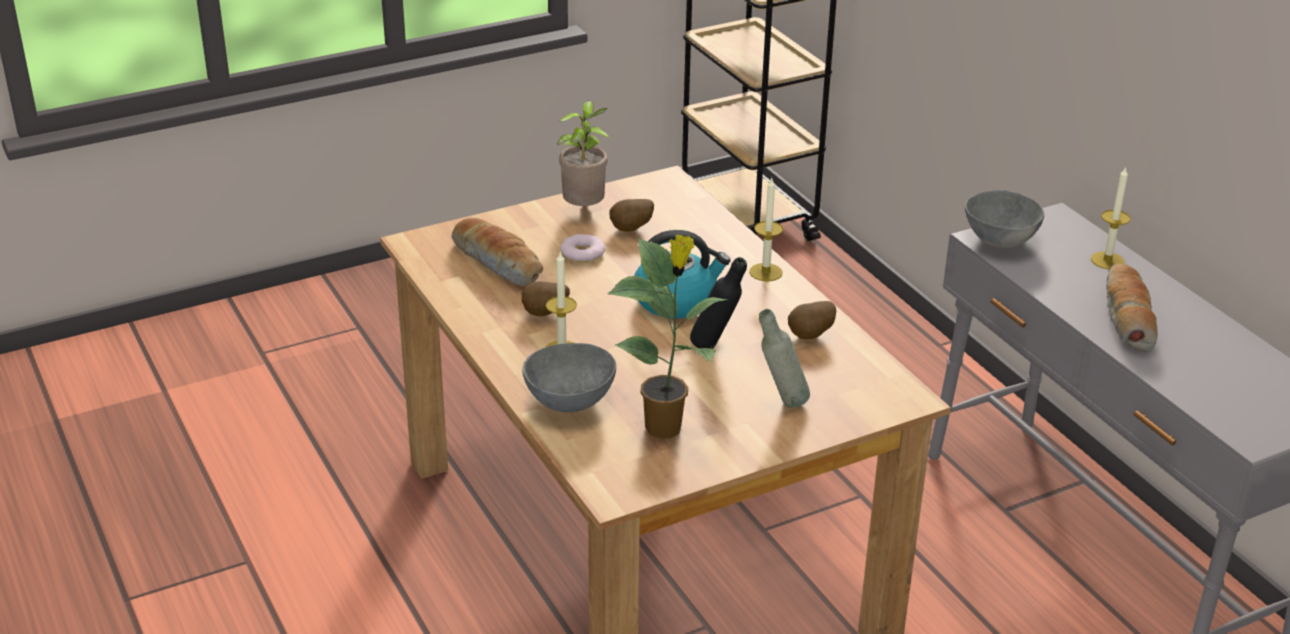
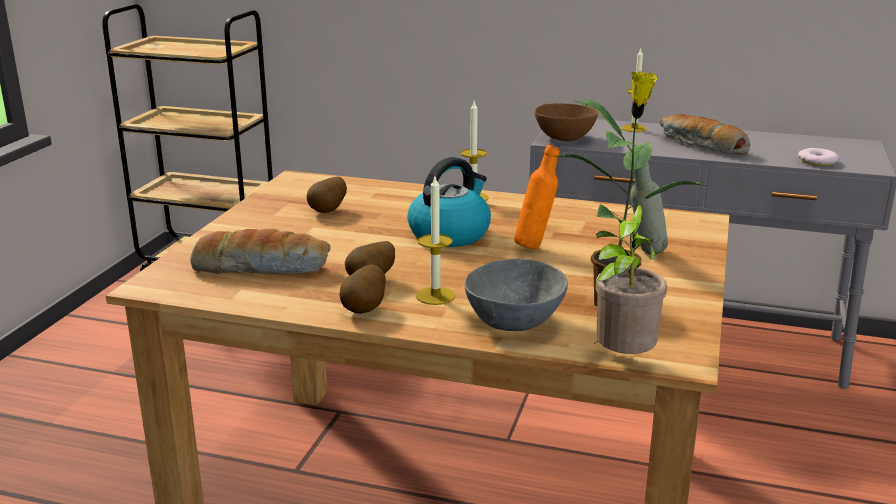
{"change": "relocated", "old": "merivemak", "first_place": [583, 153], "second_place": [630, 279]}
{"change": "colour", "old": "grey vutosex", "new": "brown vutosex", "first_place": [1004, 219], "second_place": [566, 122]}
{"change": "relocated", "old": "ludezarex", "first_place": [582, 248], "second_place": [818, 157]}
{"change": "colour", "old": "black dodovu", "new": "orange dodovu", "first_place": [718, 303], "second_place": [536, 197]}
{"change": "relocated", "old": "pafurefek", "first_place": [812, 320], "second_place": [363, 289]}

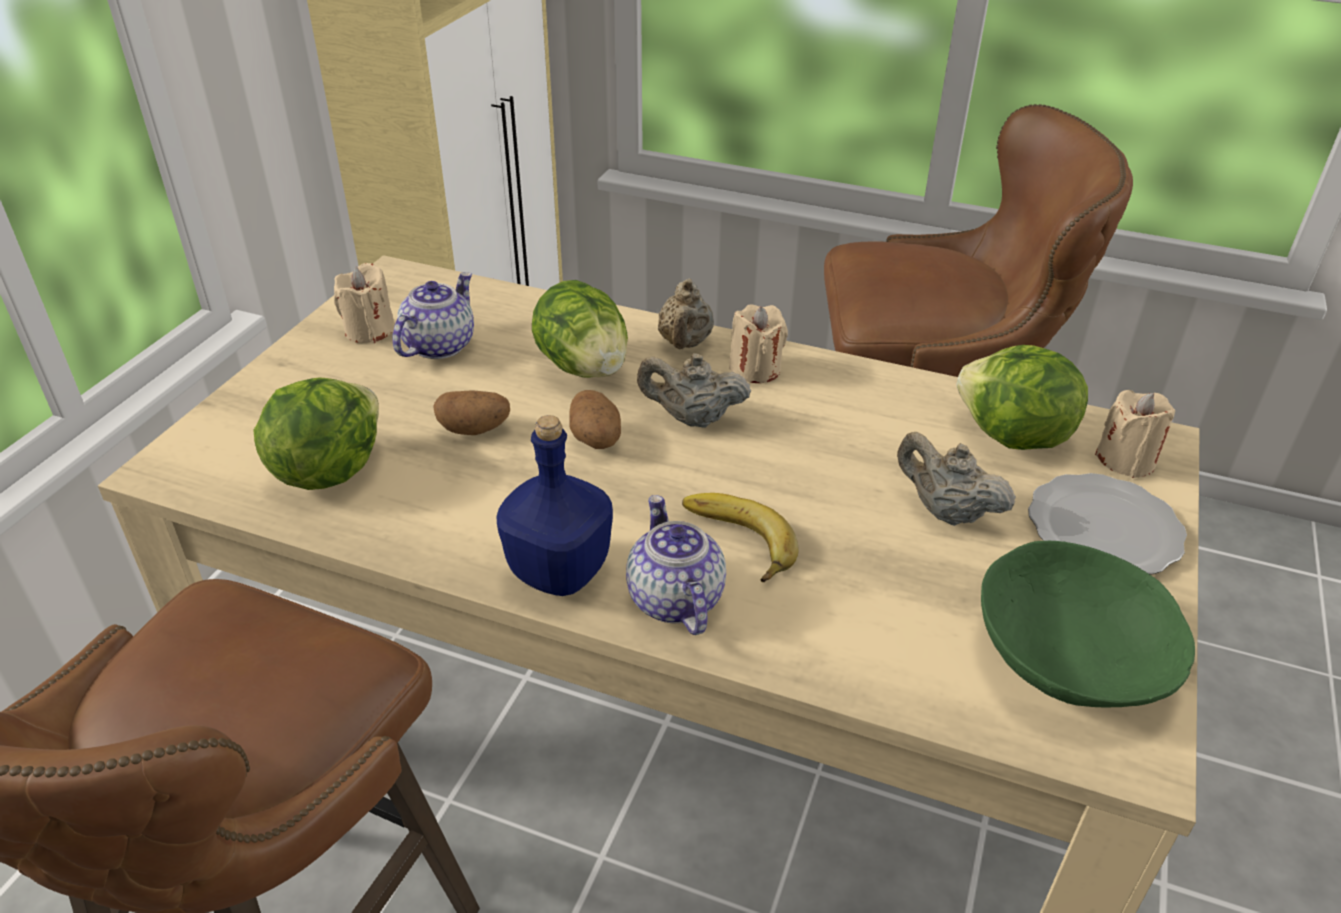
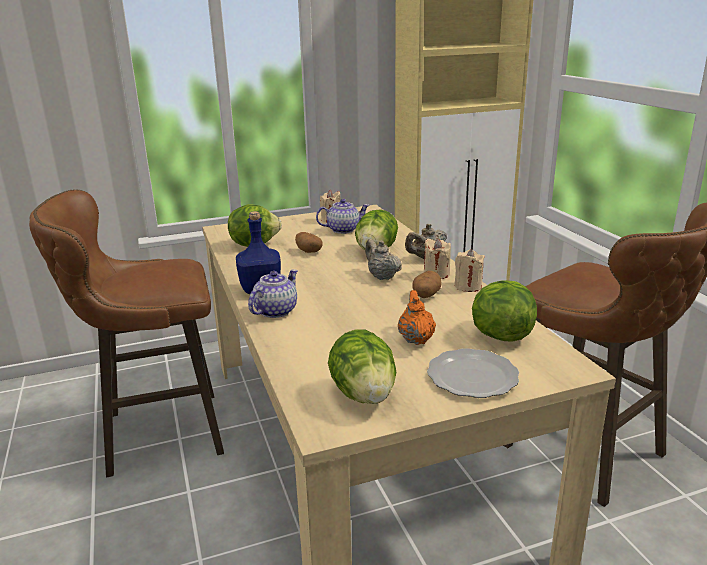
{"change": "relocated", "old": "pafurefek", "first_place": [595, 419], "second_place": [427, 284]}
{"change": "relocated", "old": "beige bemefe", "first_place": [1135, 434], "second_place": [469, 270]}
{"change": "colour", "old": "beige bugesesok", "new": "orange bugesesok", "first_place": [956, 479], "second_place": [417, 317]}
{"change": "missing", "old": "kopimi", "first_place": [740, 537]}
{"change": "exchanged", "old": "green vutosex", "new": "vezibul", "first_place": [1088, 624], "second_place": [362, 366]}

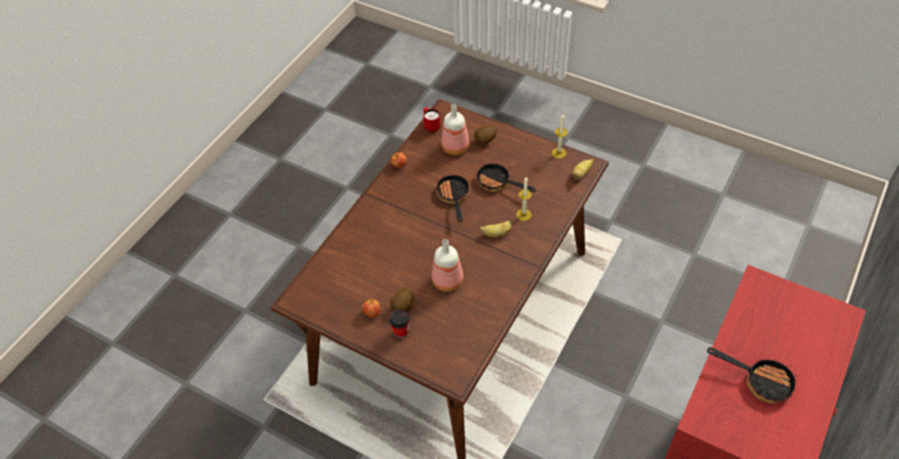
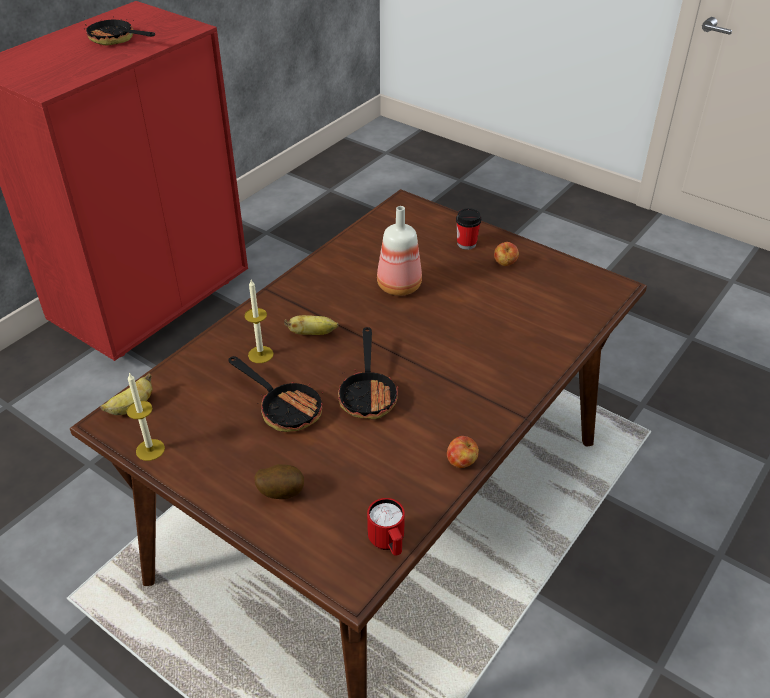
{"change": "missing", "old": "dodovu", "first_place": [455, 129]}
{"change": "missing", "old": "pafurefek", "first_place": [402, 299]}

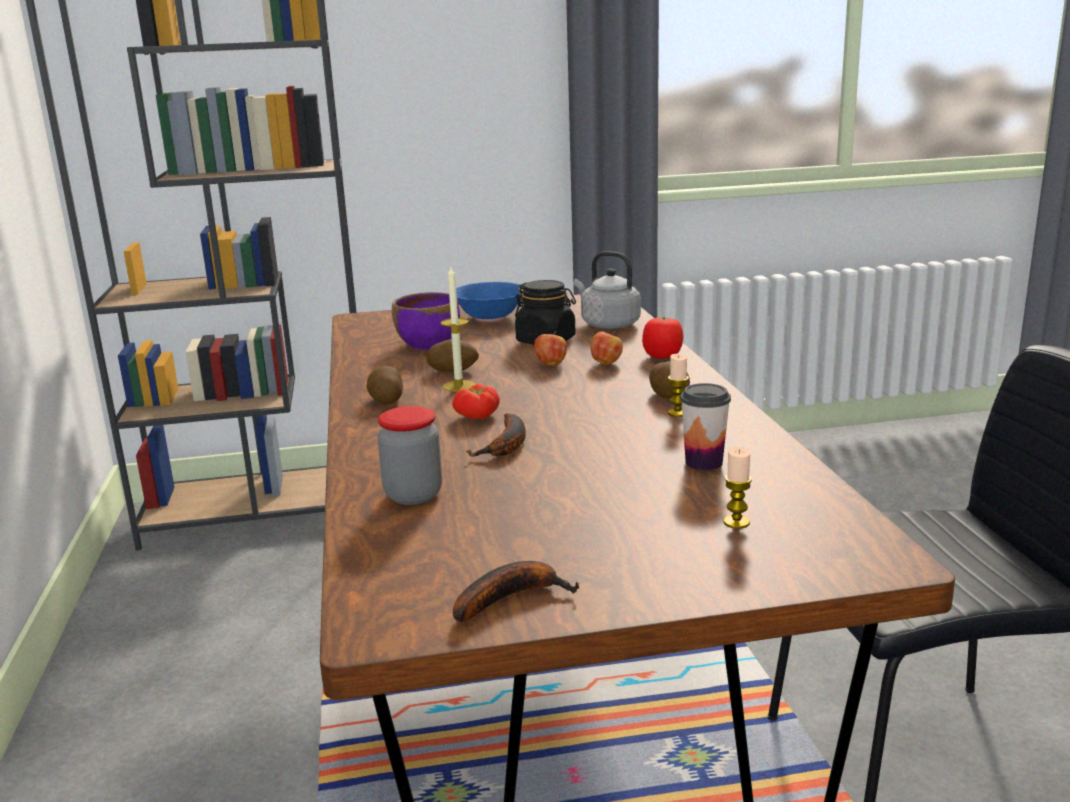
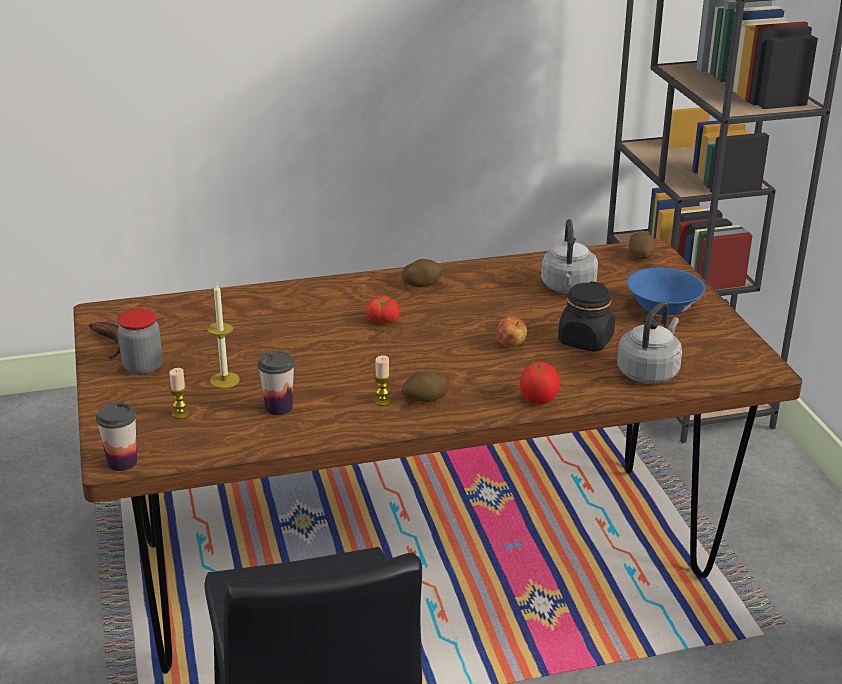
{"change": "relocated", "old": "bemefe", "first_place": [457, 329], "second_place": [224, 335]}
{"change": "exchanged", "old": "purple vutosex", "new": "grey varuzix", "first_place": [426, 321], "second_place": [569, 256]}
{"change": "missing", "old": "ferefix", "first_place": [607, 348]}
{"change": "relocated", "old": "pafurefek", "first_place": [453, 355], "second_place": [642, 246]}
{"change": "relocated", "old": "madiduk", "first_place": [409, 455], "second_place": [140, 342]}
{"change": "missing", "old": "kopimi", "first_place": [496, 435]}
{"change": "appeared", "new": "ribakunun", "second_place": [116, 436]}

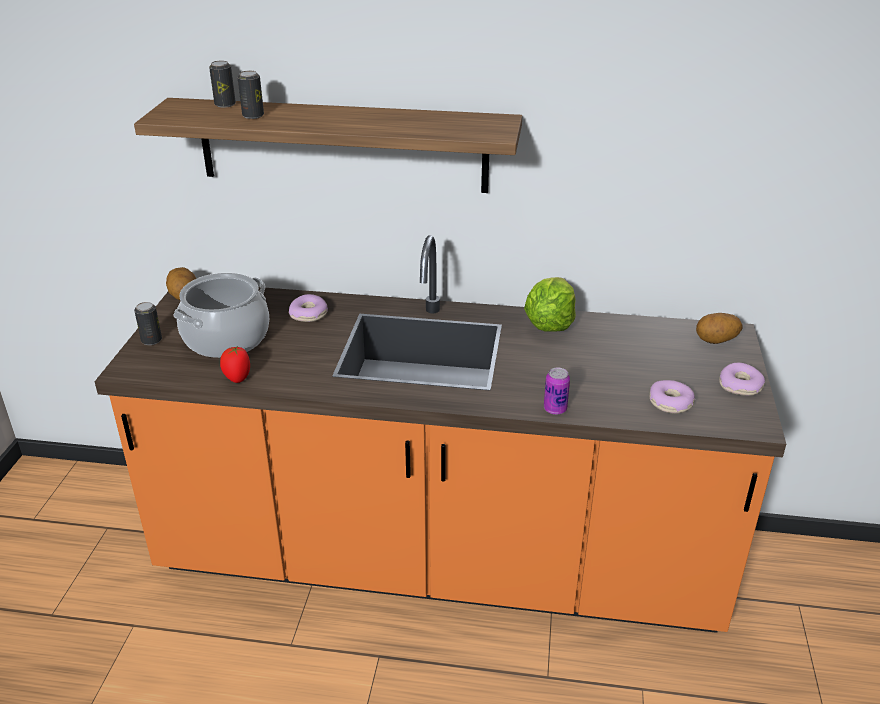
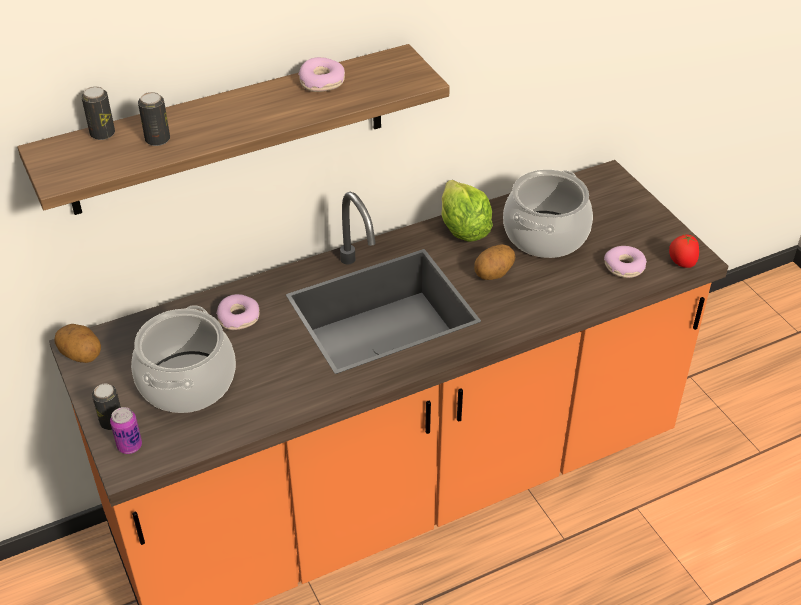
{"change": "relocated", "old": "pafurefek", "first_place": [719, 328], "second_place": [494, 262]}
{"change": "relocated", "old": "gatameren", "first_place": [235, 364], "second_place": [684, 251]}
{"change": "relocated", "old": "ludezarex", "first_place": [742, 379], "second_place": [321, 74]}
{"change": "relocated", "old": "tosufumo", "first_place": [557, 391], "second_place": [126, 430]}
{"change": "appeared", "new": "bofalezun", "second_place": [548, 213]}

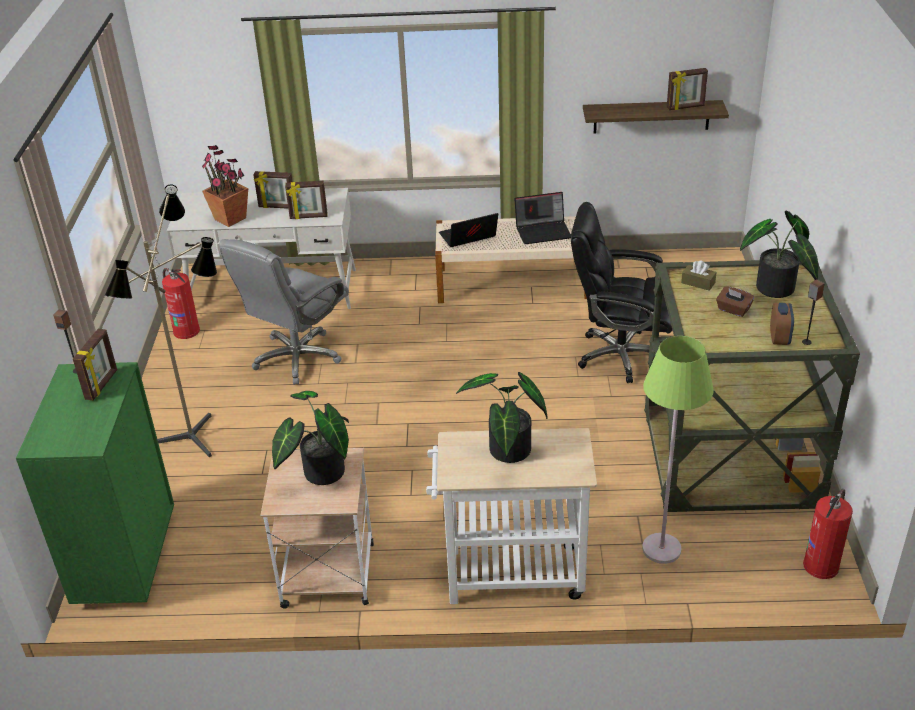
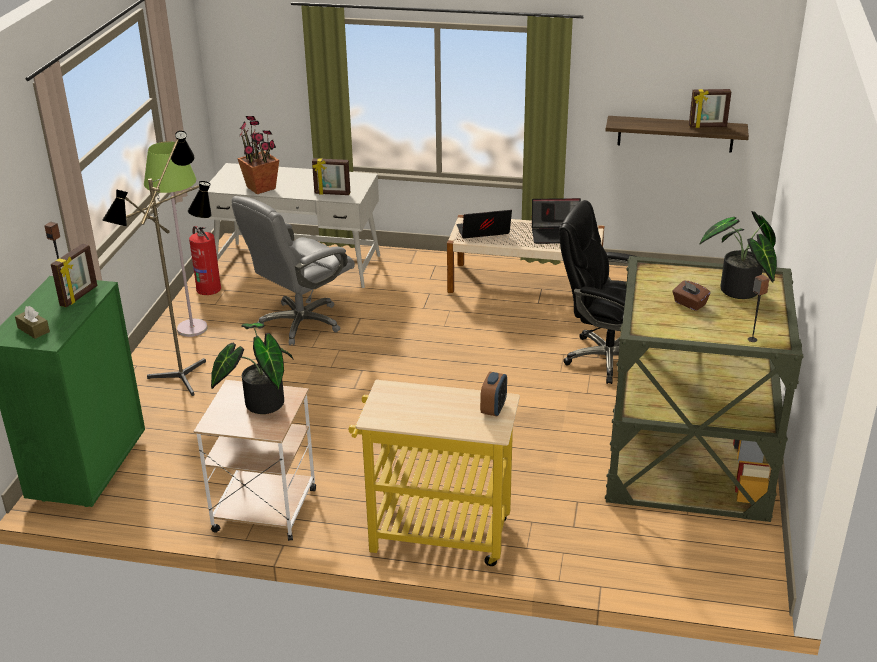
{"change": "missing", "old": "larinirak", "first_place": [272, 190]}
{"change": "relocated", "old": "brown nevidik", "first_place": [699, 276], "second_place": [32, 322]}
{"change": "relocated", "old": "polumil", "first_place": [782, 324], "second_place": [493, 394]}
{"change": "relocated", "old": "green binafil", "first_place": [678, 450], "second_place": [175, 239]}
{"change": "missing", "old": "merivemak", "first_place": [502, 417]}
{"change": "colour", "old": "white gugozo", "new": "yellow gugozo", "first_place": [511, 516], "second_place": [434, 473]}
{"change": "missing", "old": "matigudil", "first_place": [828, 534]}

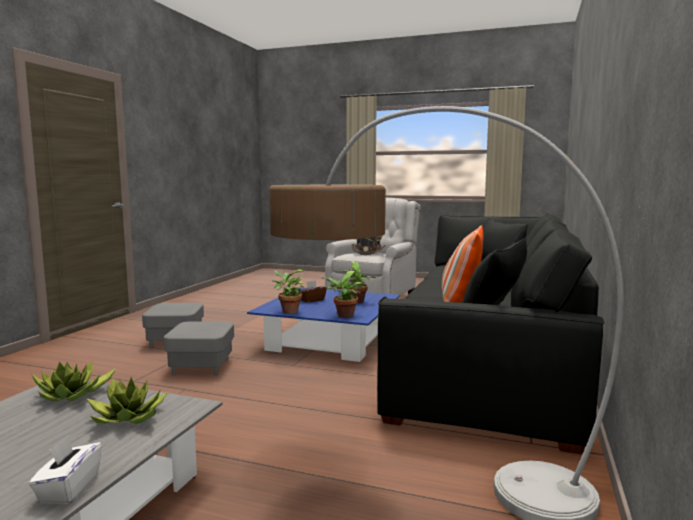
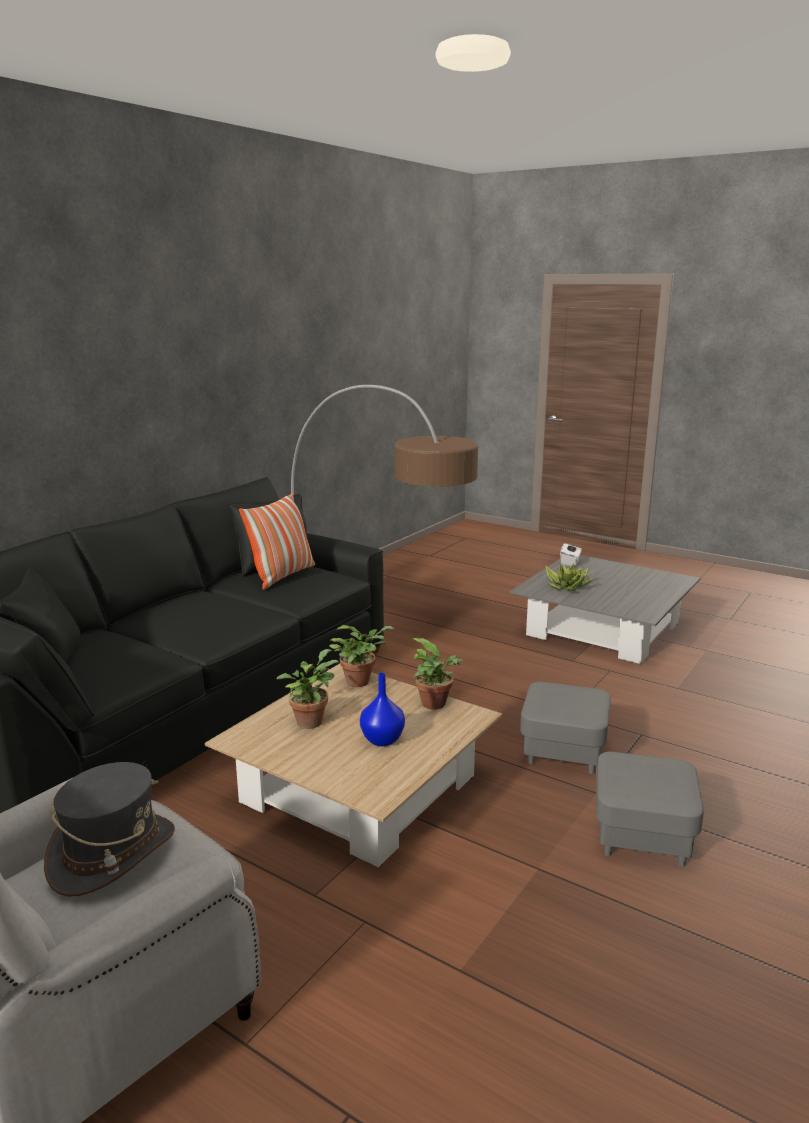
{"change": "exchanged", "old": "brown nevidik", "new": "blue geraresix", "first_place": [313, 291], "second_place": [382, 709]}
{"change": "colour", "old": "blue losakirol", "new": "beige losakirol", "first_place": [323, 324], "second_place": [353, 765]}
{"change": "missing", "old": "merivemak", "first_place": [73, 381]}

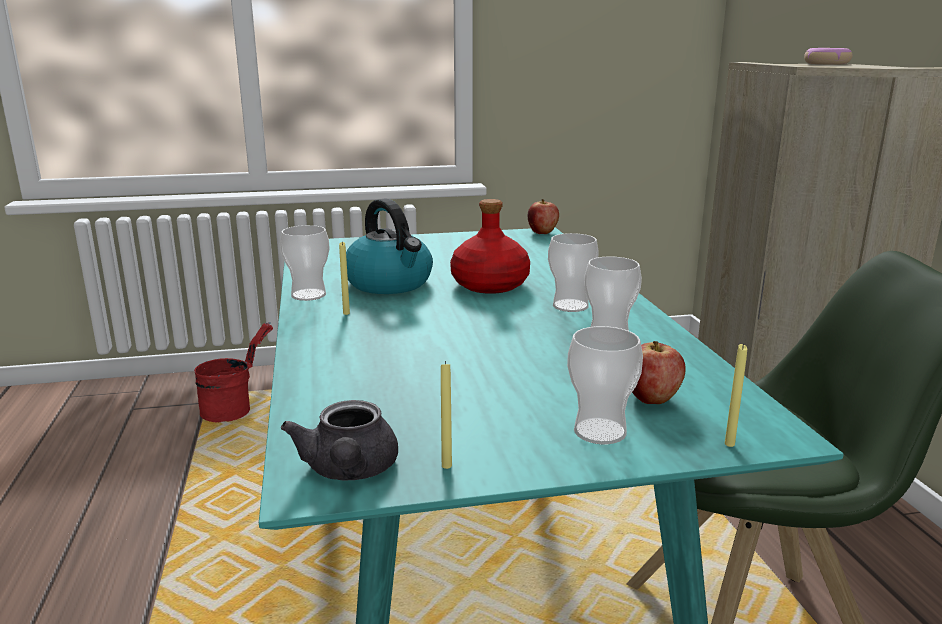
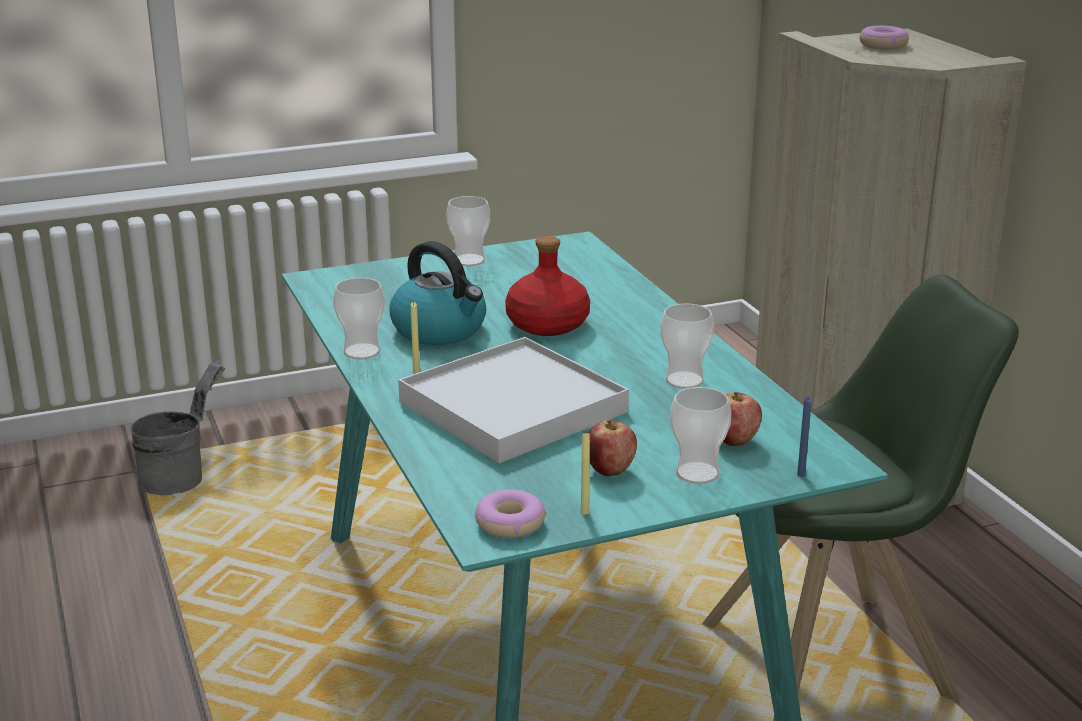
{"change": "relocated", "old": "ferefix", "first_place": [543, 216], "second_place": [612, 448]}
{"change": "relocated", "old": "ribakunun", "first_place": [573, 272], "second_place": [468, 231]}
{"change": "colour", "old": "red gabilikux", "new": "grey gabilikux", "first_place": [233, 372], "second_place": [178, 427]}
{"change": "colour", "old": "yellow bemefe", "new": "blue bemefe", "first_place": [736, 395], "second_place": [804, 437]}
{"change": "exchanged", "old": "grey bugesesok", "new": "ludezarex", "first_place": [339, 440], "second_place": [510, 514]}
{"change": "appeared", "new": "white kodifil", "second_place": [513, 400]}

